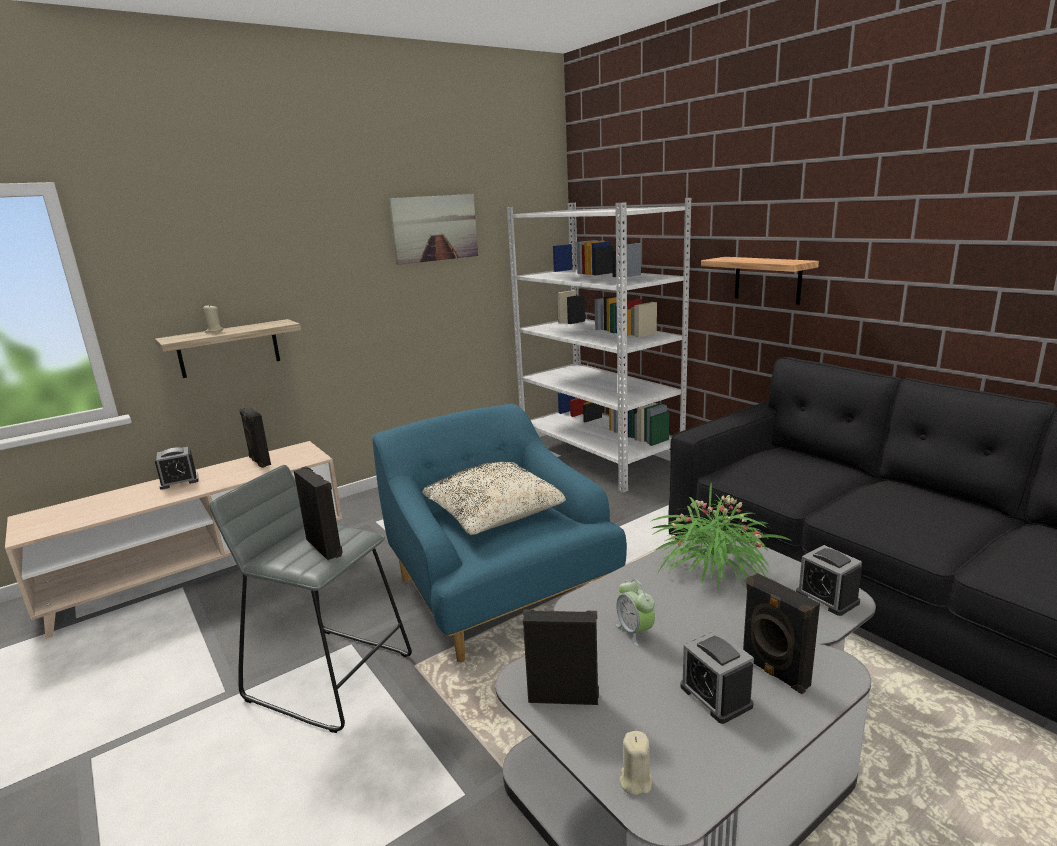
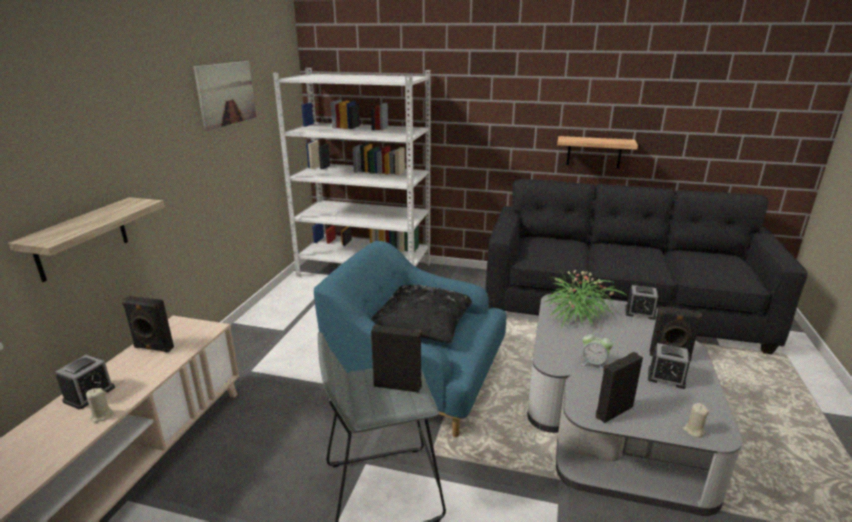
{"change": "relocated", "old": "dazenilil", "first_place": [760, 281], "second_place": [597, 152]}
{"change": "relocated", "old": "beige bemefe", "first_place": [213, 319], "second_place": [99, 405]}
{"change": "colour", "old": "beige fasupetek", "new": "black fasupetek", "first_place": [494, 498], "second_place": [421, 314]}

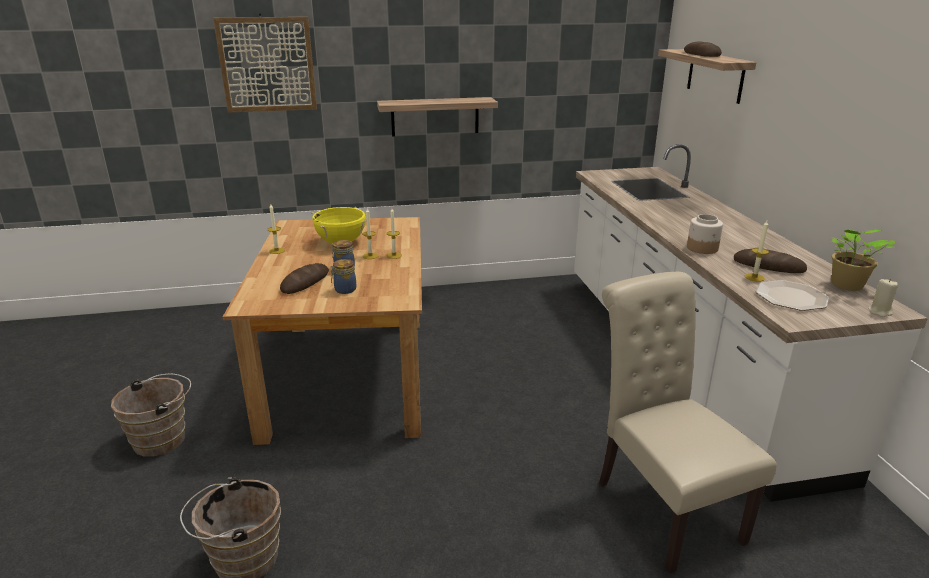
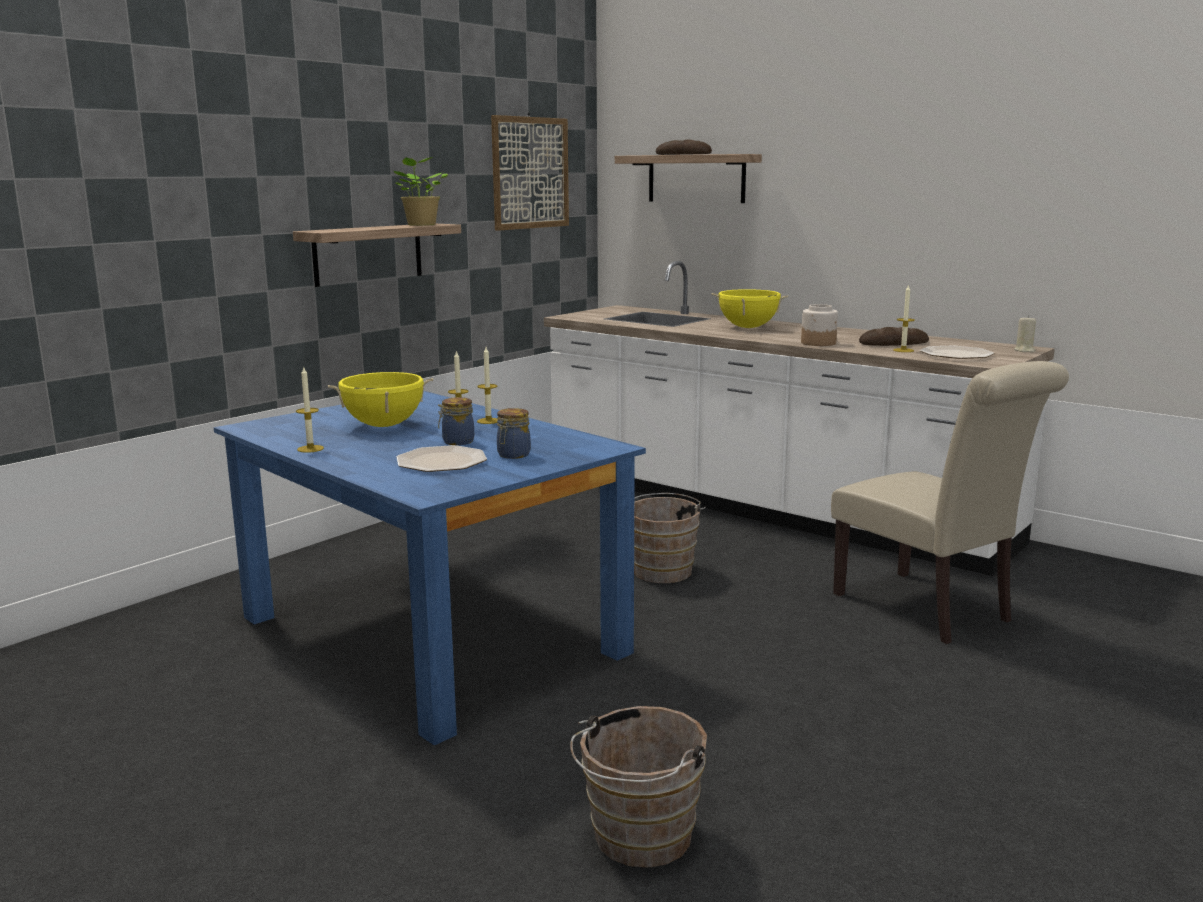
{"change": "relocated", "old": "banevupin", "first_place": [265, 63], "second_place": [530, 172]}
{"change": "colour", "old": "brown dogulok", "new": "blue dogulok", "first_place": [322, 331], "second_place": [430, 568]}
{"change": "relocated", "old": "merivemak", "first_place": [862, 260], "second_place": [421, 191]}
{"change": "exchanged", "old": "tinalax", "new": "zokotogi", "first_place": [304, 278], "second_place": [442, 458]}
{"change": "spun", "old": "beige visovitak", "first_place": [688, 423], "second_place": [950, 502], "degrees": -150}
{"change": "relocated", "old": "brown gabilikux", "first_place": [151, 415], "second_place": [670, 538]}
{"change": "appeared", "new": "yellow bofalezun", "second_place": [750, 308]}

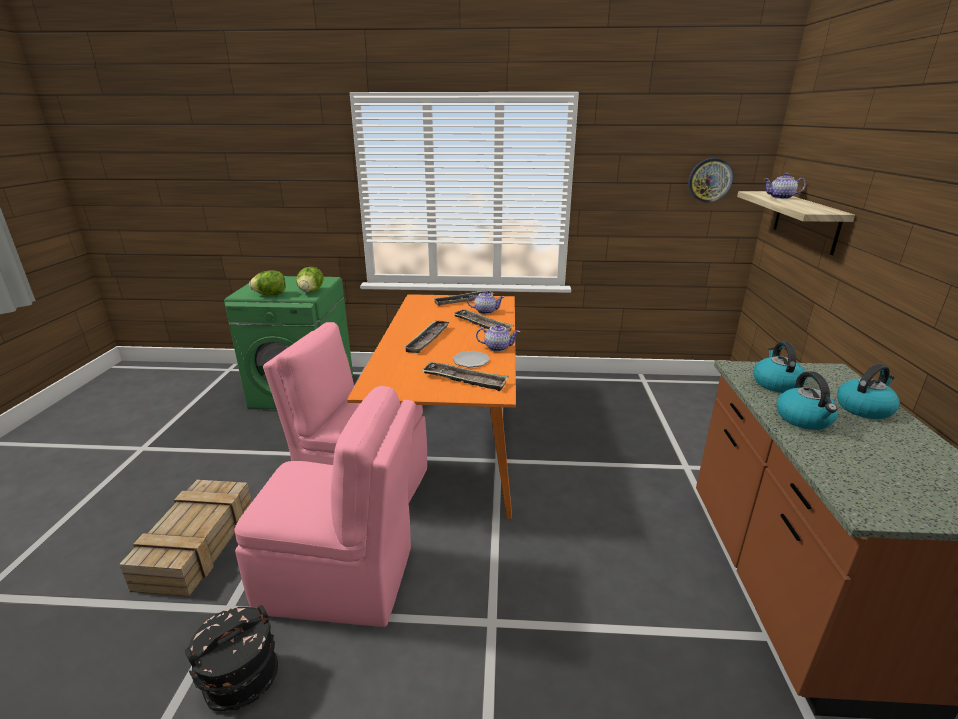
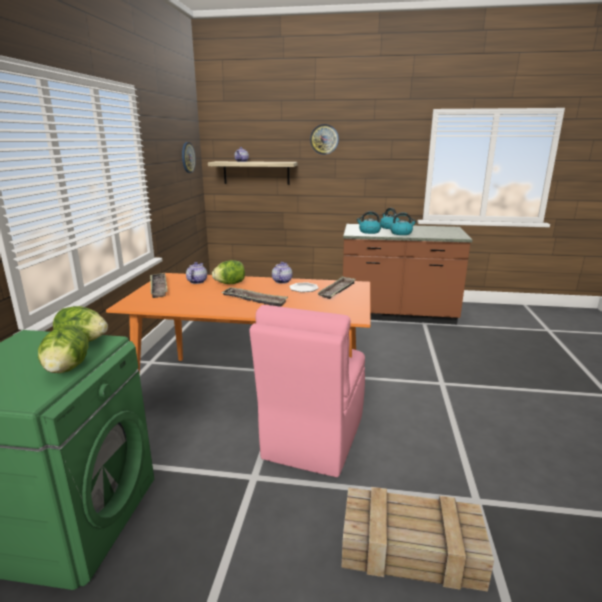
{"change": "exchanged", "old": "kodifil", "new": "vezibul", "first_place": [483, 320], "second_place": [228, 272]}
{"change": "missing", "old": "pink visovitak", "first_place": [325, 506]}
{"change": "missing", "old": "black gabilikux", "first_place": [231, 658]}
{"change": "appeared", "new": "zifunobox", "second_place": [324, 139]}

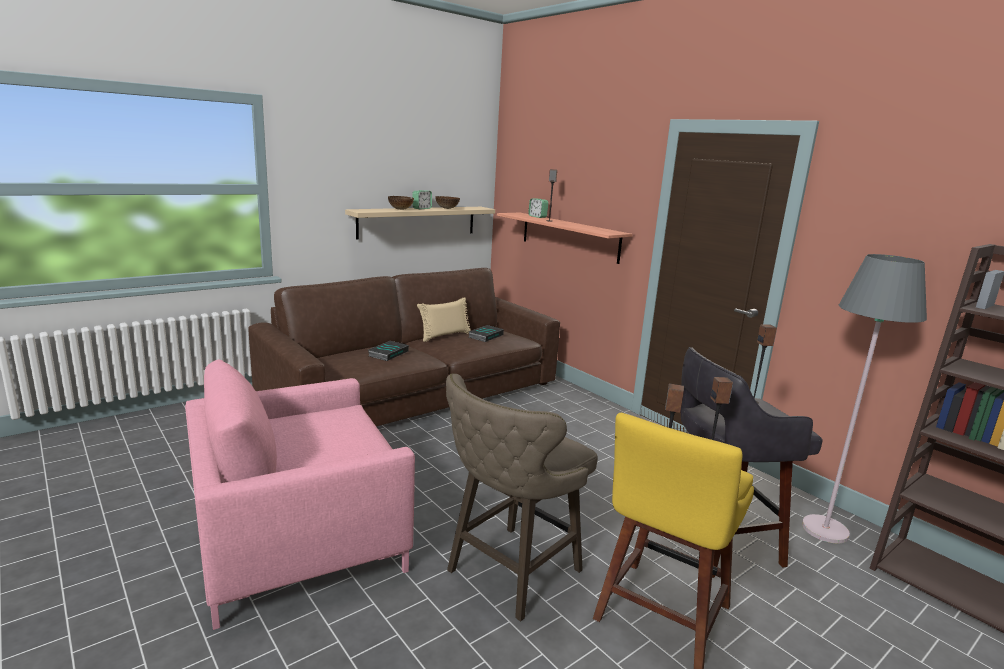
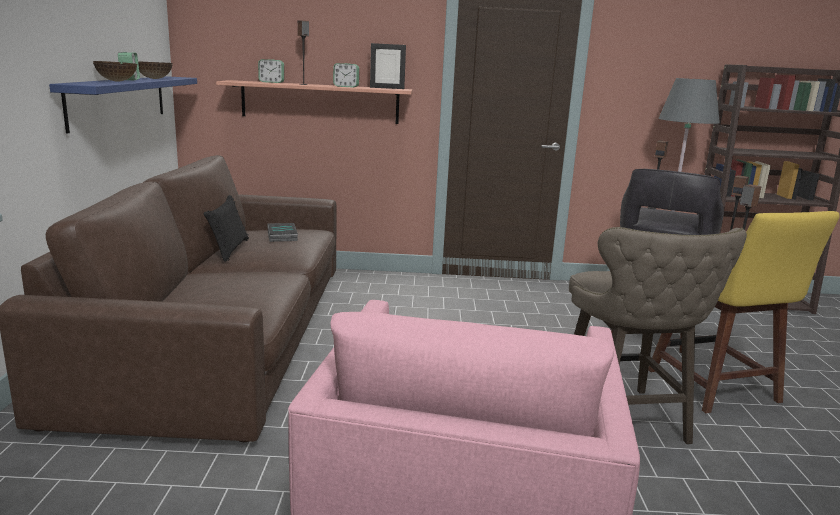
{"change": "colour", "old": "beige dazenilil", "new": "blue dazenilil", "first_place": [420, 223], "second_place": [123, 105]}
{"change": "colour", "old": "beige fasupetek", "new": "black fasupetek", "first_place": [444, 319], "second_place": [226, 228]}
{"change": "missing", "old": "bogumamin", "first_place": [388, 351]}
{"change": "appeared", "new": "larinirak", "second_place": [388, 66]}
{"change": "appeared", "new": "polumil", "second_place": [346, 75]}

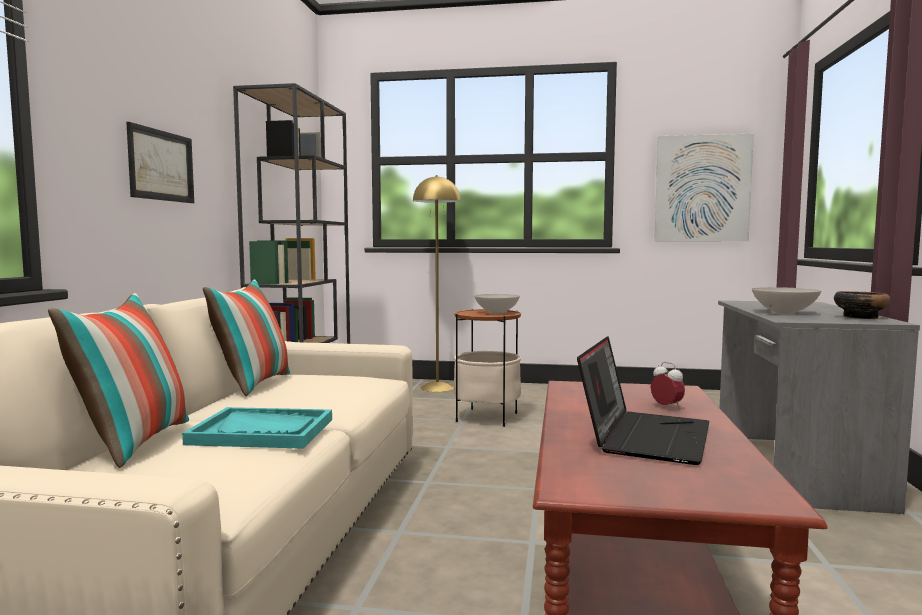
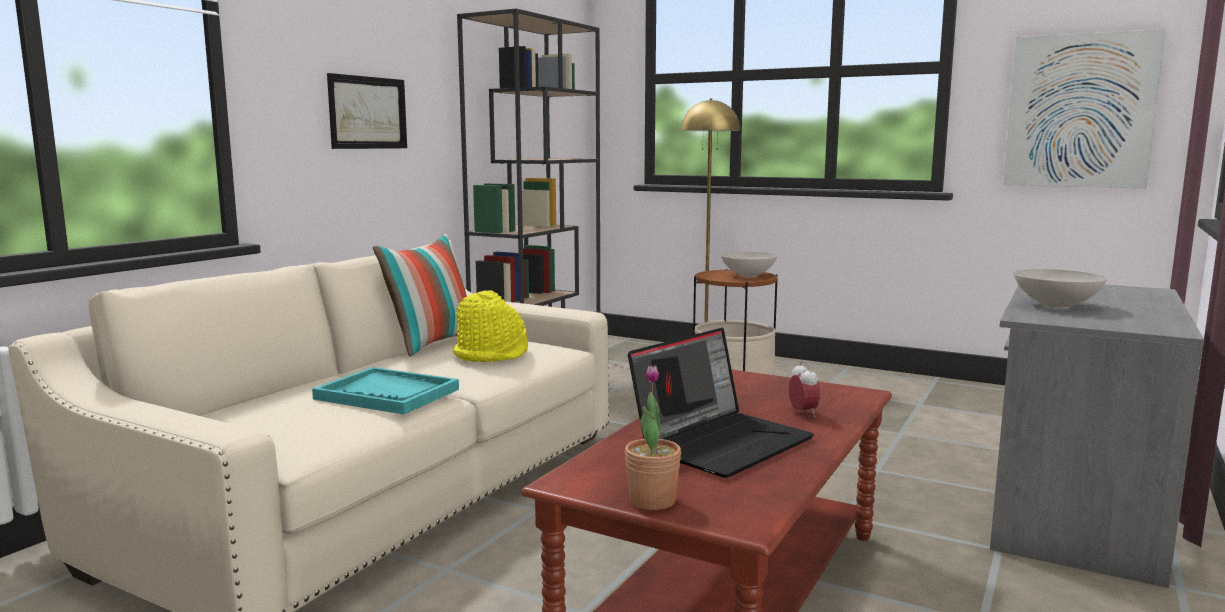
{"change": "missing", "old": "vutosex", "first_place": [862, 305]}
{"change": "missing", "old": "fasupetek", "first_place": [118, 380]}
{"change": "appeared", "new": "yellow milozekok", "second_place": [490, 326]}
{"change": "appeared", "new": "merivemak", "second_place": [653, 437]}

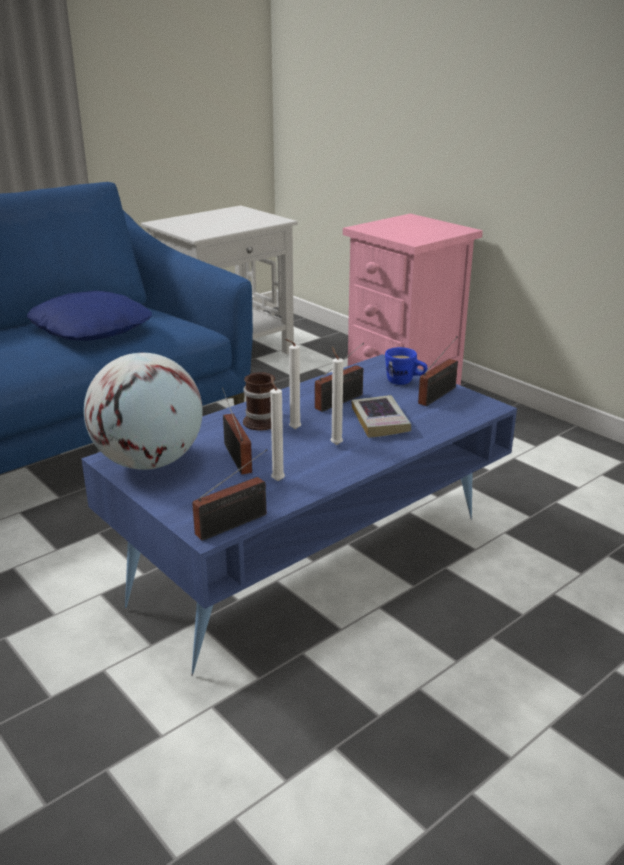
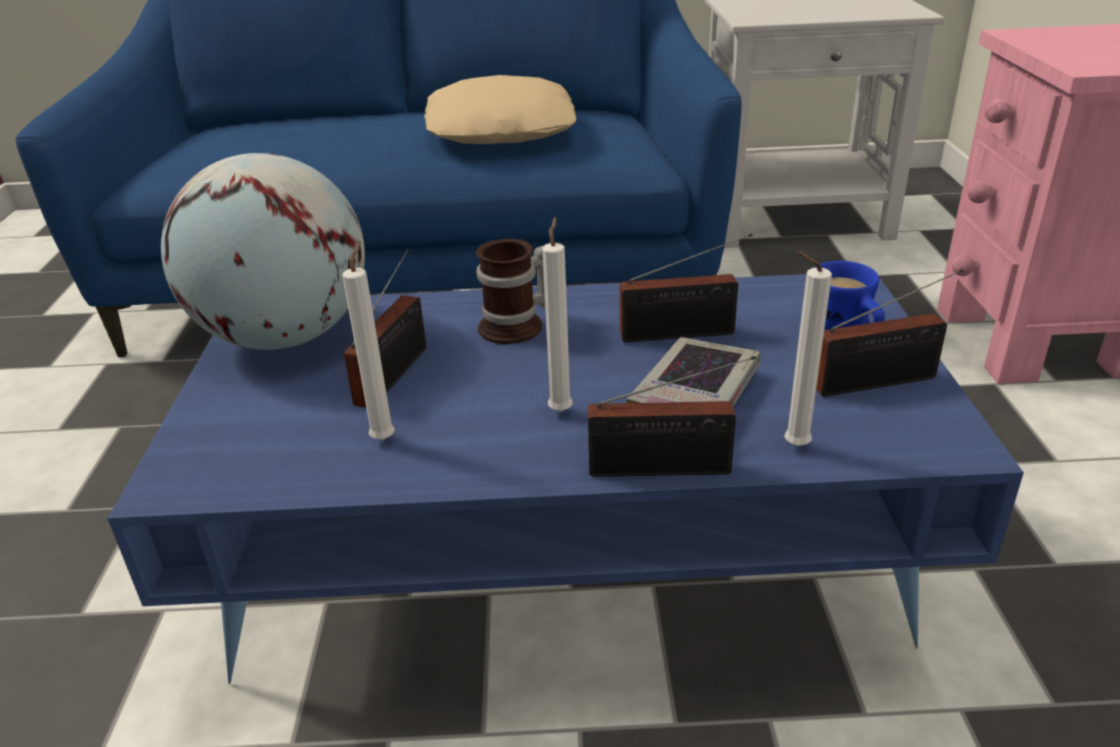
{"change": "colour", "old": "blue fasupetek", "new": "beige fasupetek", "first_place": [89, 316], "second_place": [500, 109]}
{"change": "relocated", "old": "white bemefe", "first_place": [293, 384], "second_place": [808, 348]}
{"change": "relocated", "old": "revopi", "first_place": [229, 495], "second_place": [672, 416]}

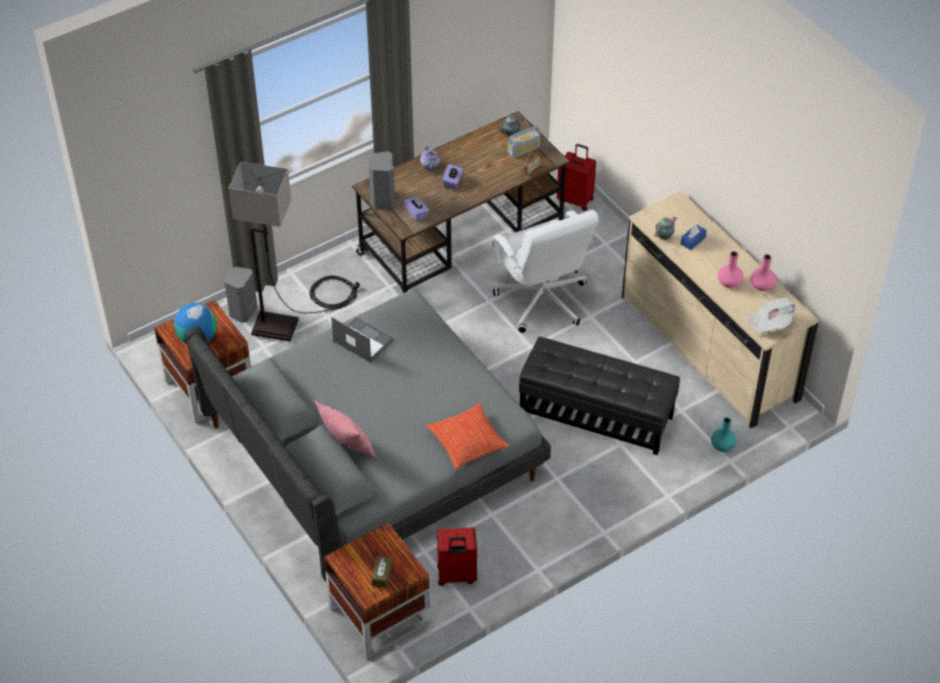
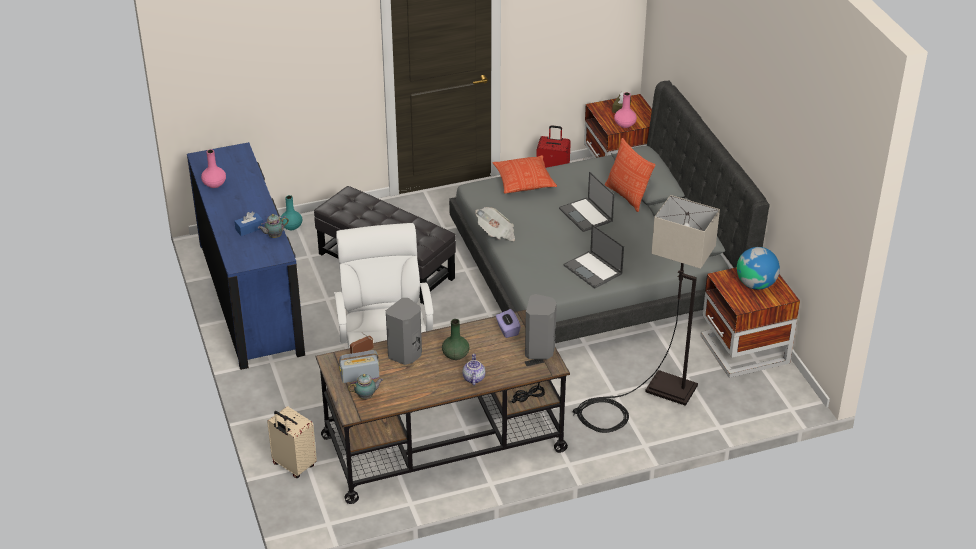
{"change": "colour", "old": "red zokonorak", "new": "beige zokonorak", "first_place": [576, 177], "second_place": [292, 442]}
{"change": "exchanged", "old": "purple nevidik", "new": "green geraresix", "first_place": [453, 177], "second_place": [455, 339]}
{"change": "colour", "old": "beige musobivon", "new": "blue musobivon", "first_place": [720, 309], "second_place": [246, 256]}
{"change": "relocated", "old": "pink geraresix", "first_place": [731, 269], "second_place": [625, 110]}
{"change": "relocated", "old": "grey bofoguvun", "first_place": [241, 295], "second_place": [404, 331]}
{"change": "relocated", "old": "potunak", "first_place": [772, 316], "second_place": [495, 224]}
{"change": "colour", "old": "pink fasupetek", "new": "orange fasupetek", "first_place": [346, 429], "second_place": [630, 175]}
{"change": "appeared", "new": "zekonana", "second_place": [587, 201]}

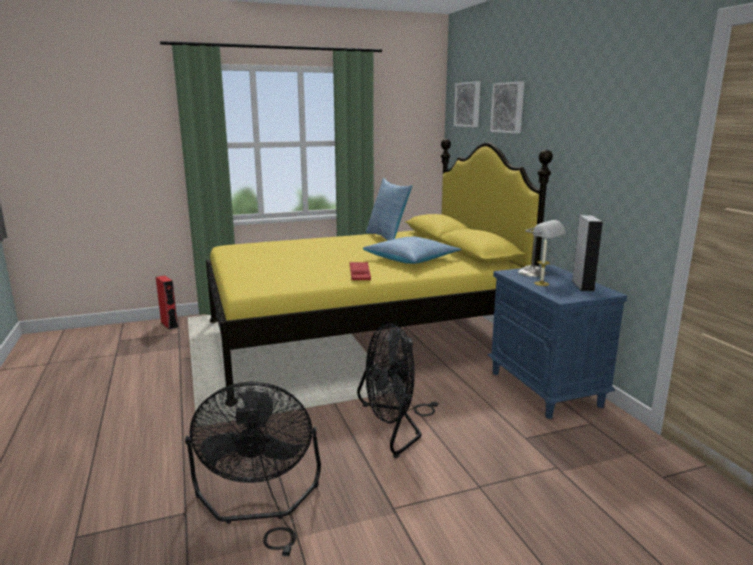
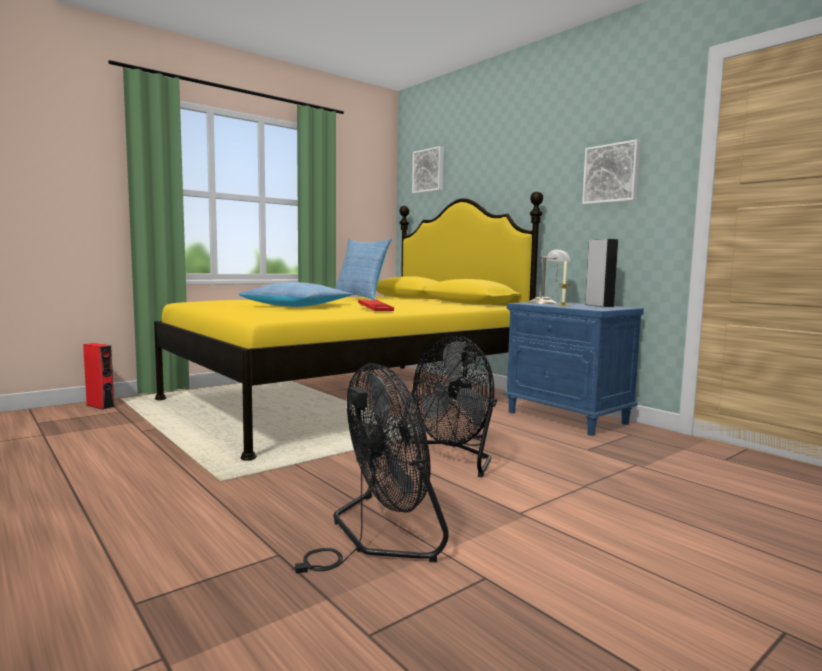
{"change": "relocated", "old": "banevupin", "first_place": [507, 108], "second_place": [611, 172]}
{"change": "relocated", "old": "fasupetek", "first_place": [412, 250], "second_place": [296, 294]}
{"change": "spun", "old": "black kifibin", "first_place": [253, 469], "second_place": [370, 468], "degrees": 90}

